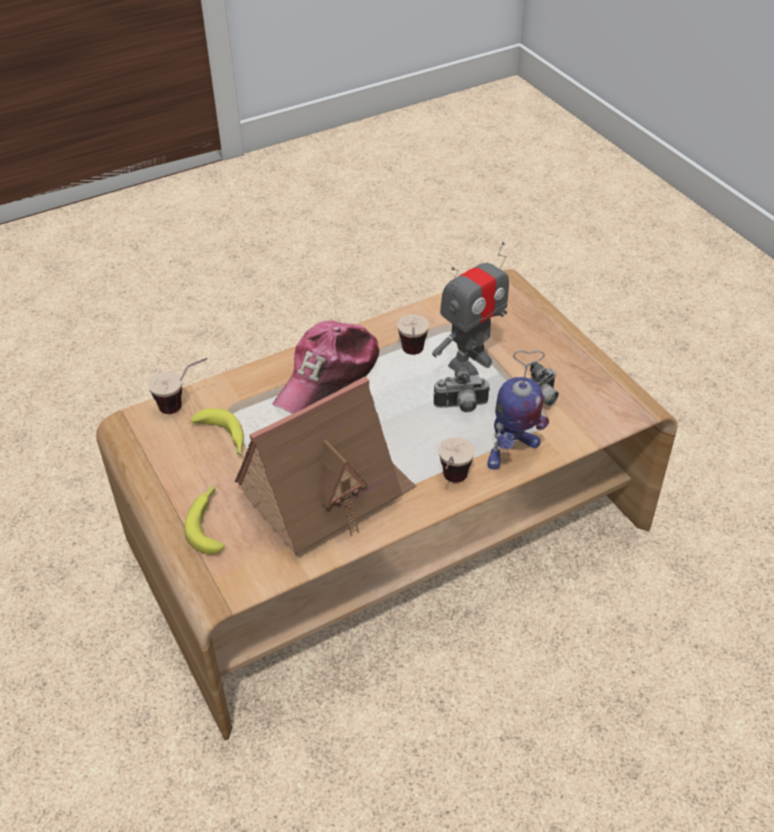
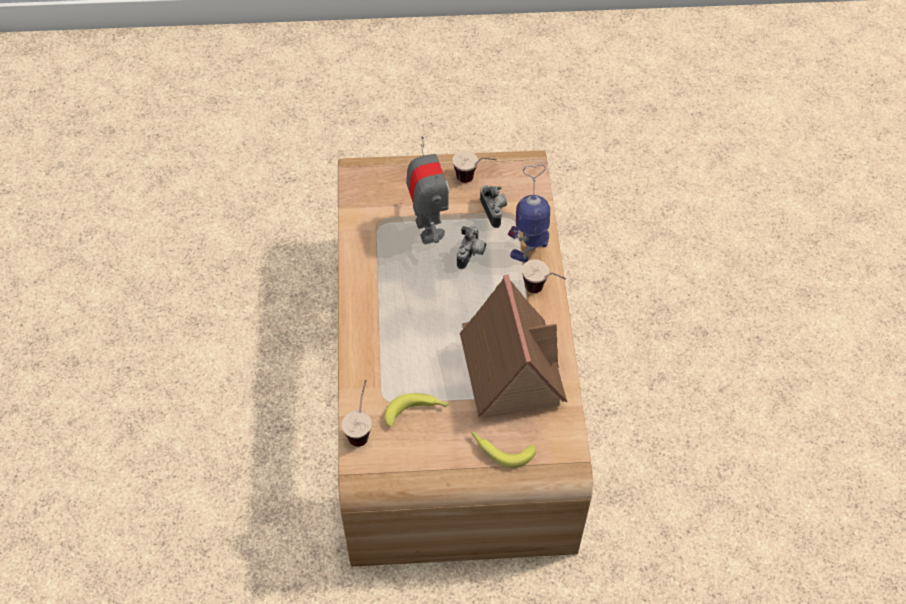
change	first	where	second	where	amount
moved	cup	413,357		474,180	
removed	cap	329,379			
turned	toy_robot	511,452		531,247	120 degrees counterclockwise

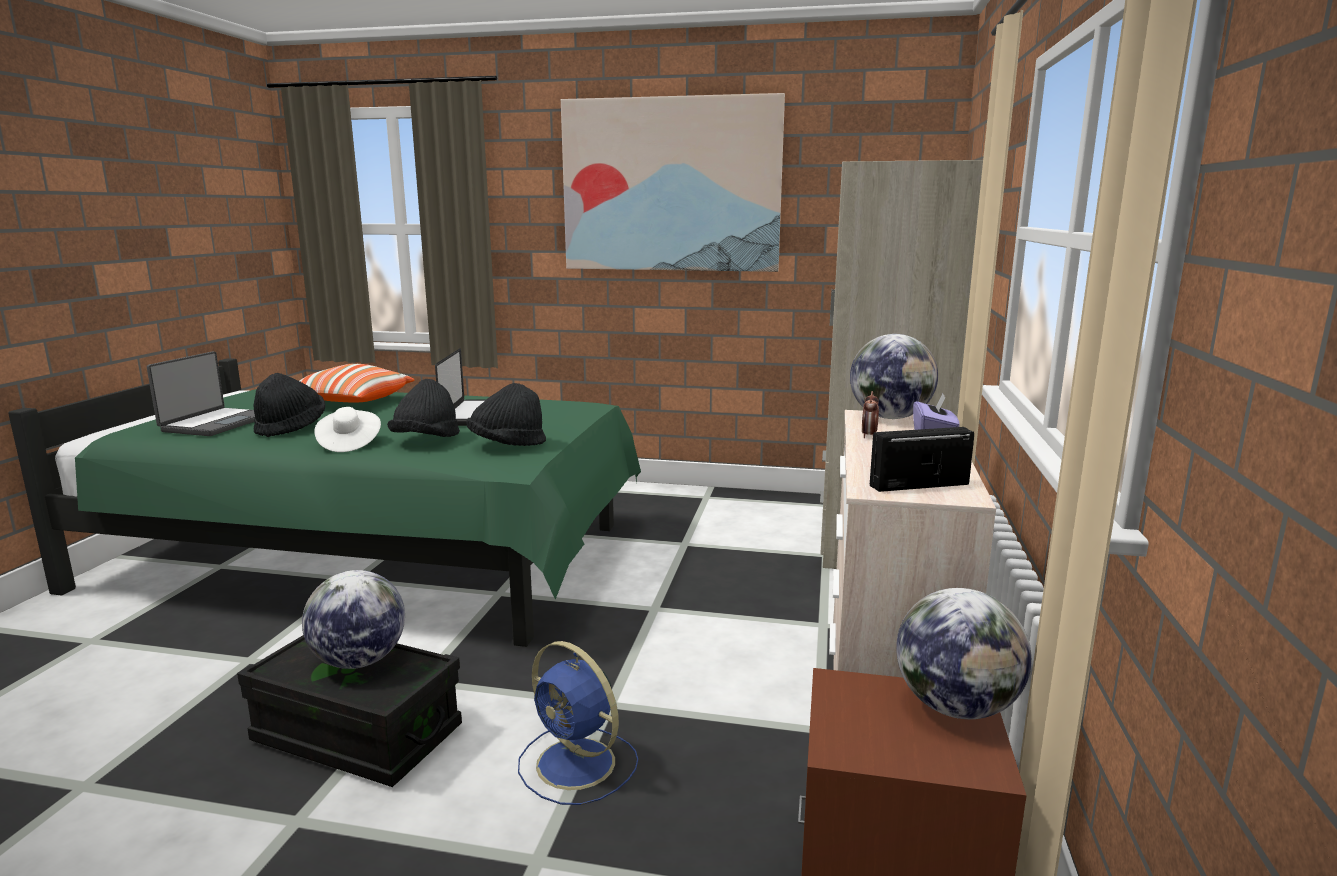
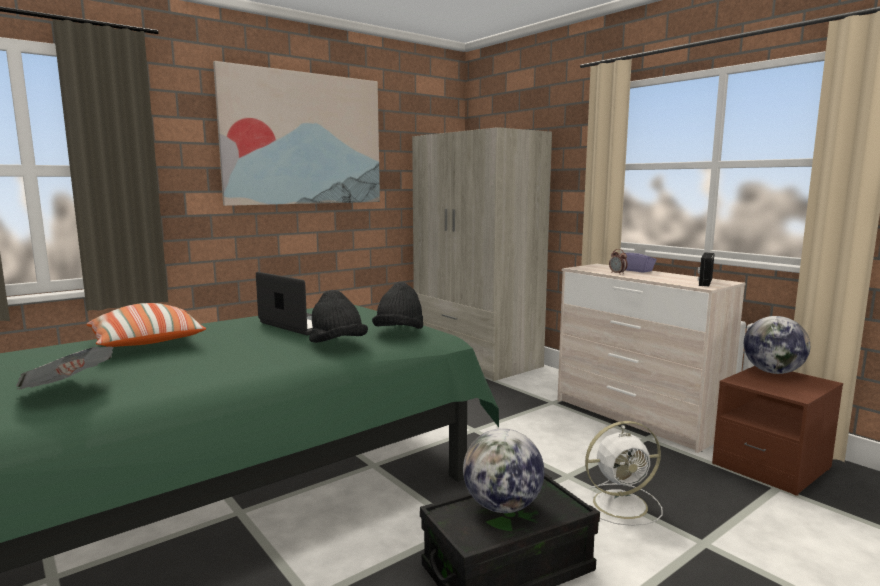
change	first	where	second	where	amount
removed	globe	890,417			
replaced	laptop	215,423	newspaper	68,391	
removed	black_hat	291,428			
removed	white_hat	349,444			
recoloured	blue_fan	578,765	white_fan	622,504	

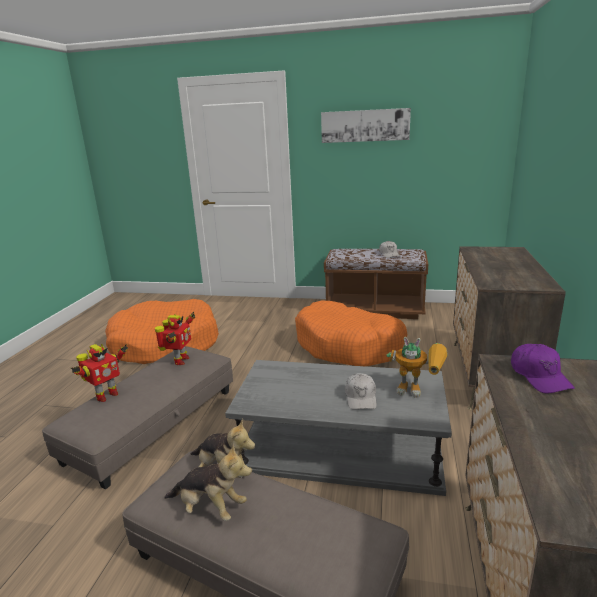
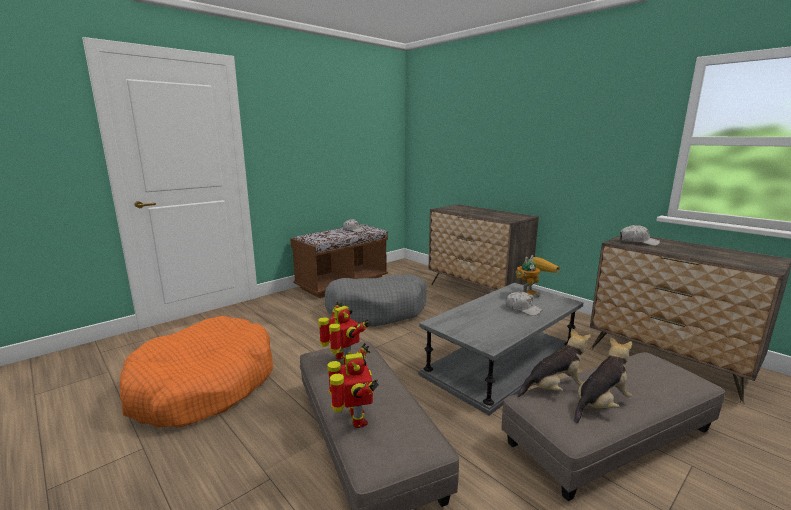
change	first	where	second	where	amount
removed	picture	365,125			
recoloured	orange_dog_bed	349,346	grey_dog_bed	377,310	
recoloured	purple_cap	539,376	white_cap	638,242	

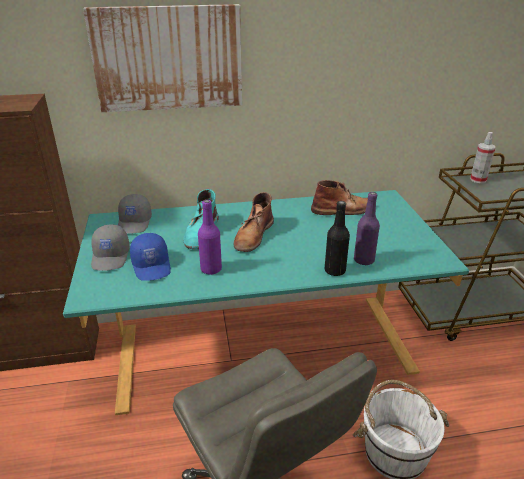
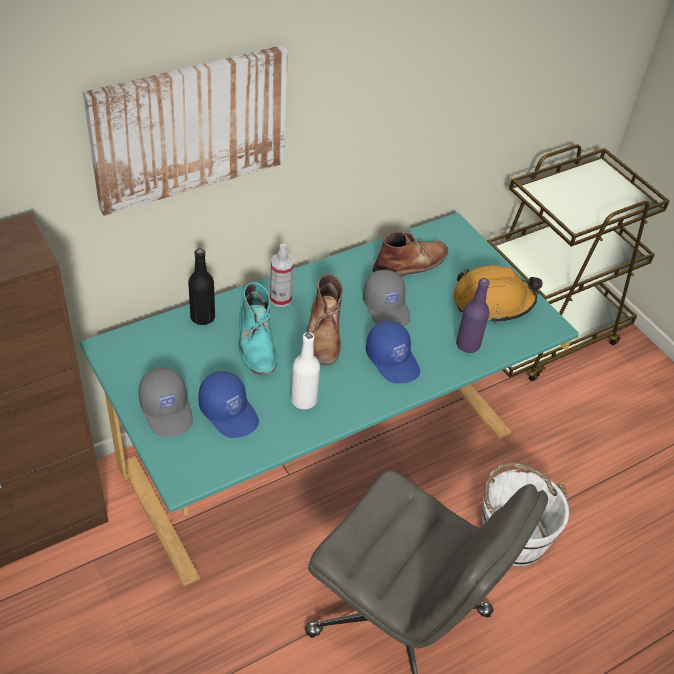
change	first	where	second	where	amount
moved	spray_bottle	478,180		280,299	
moved	grey_cap	135,223		387,307	
recoloured	purple_bottle	211,269	white_bottle	303,400	
moved	black_bottle	335,271		202,317	
added			orange_hard_hat	492,301	
added			blue_cap	393,360	

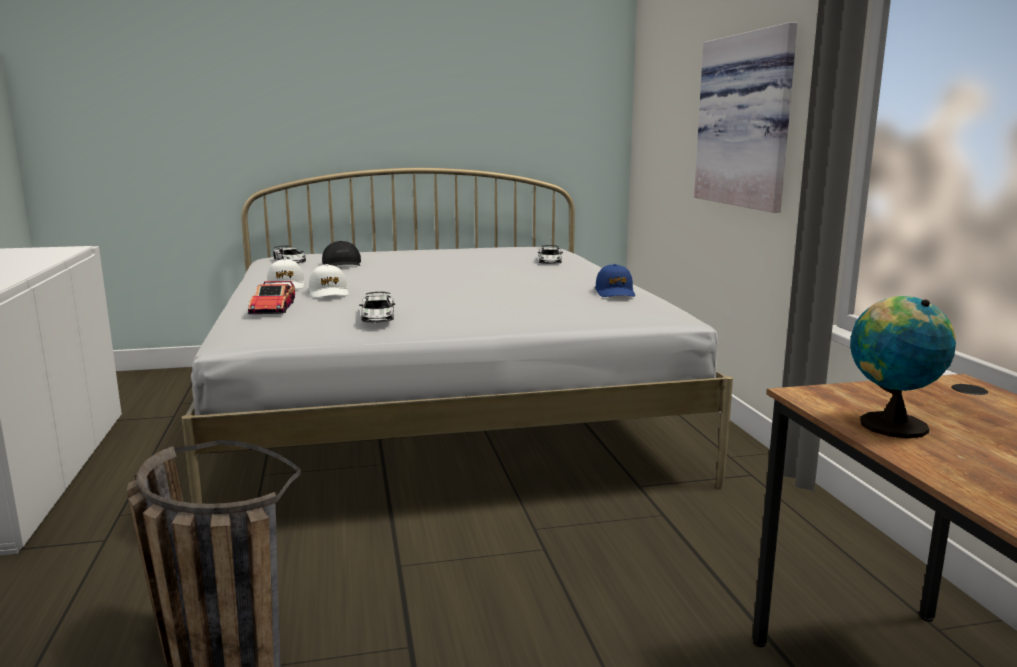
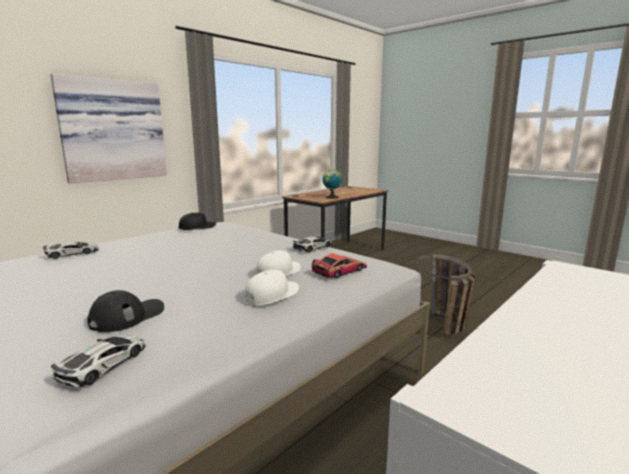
change	first	where	second	where	amount
recoloured	blue_cap	615,292	black_cap	197,227	

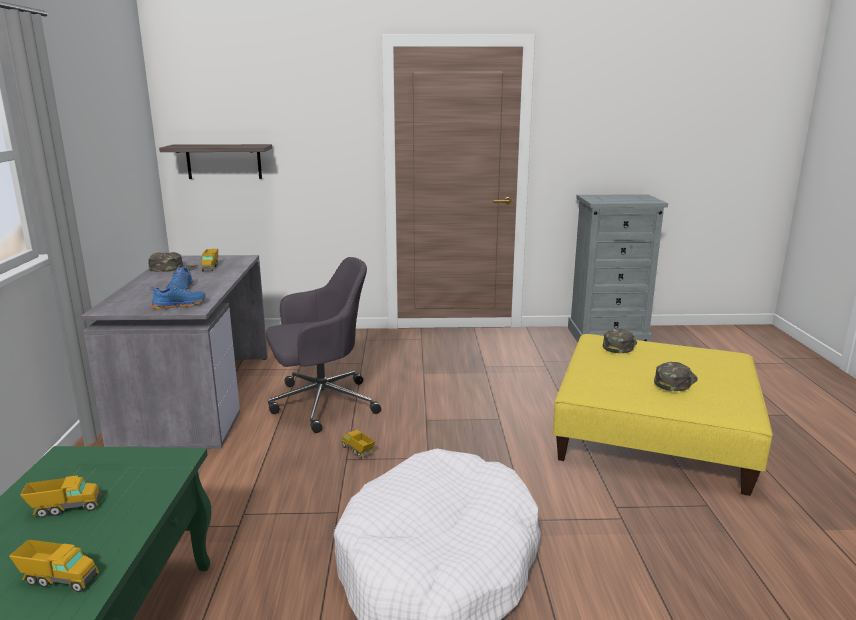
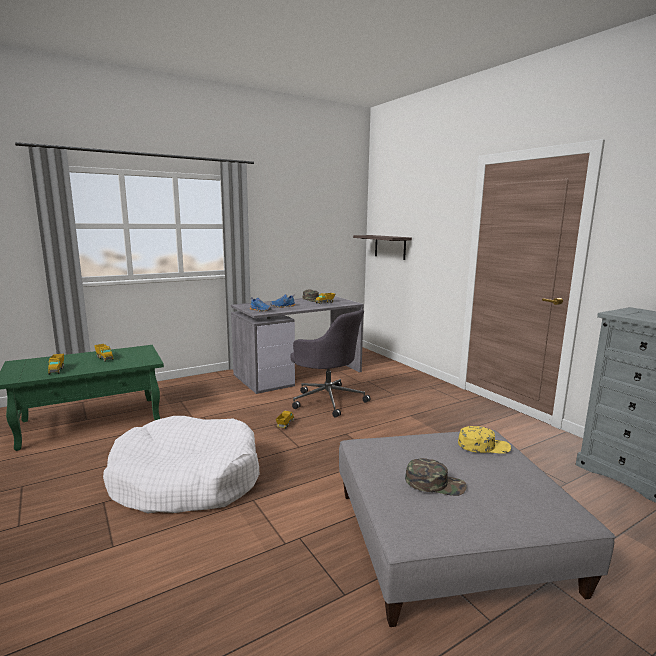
change	first	where	second	where	amount
recoloured	green_cap	619,345	yellow_cap	483,446	
recoloured	yellow_ottoman	653,433	grey_ottoman	448,539	

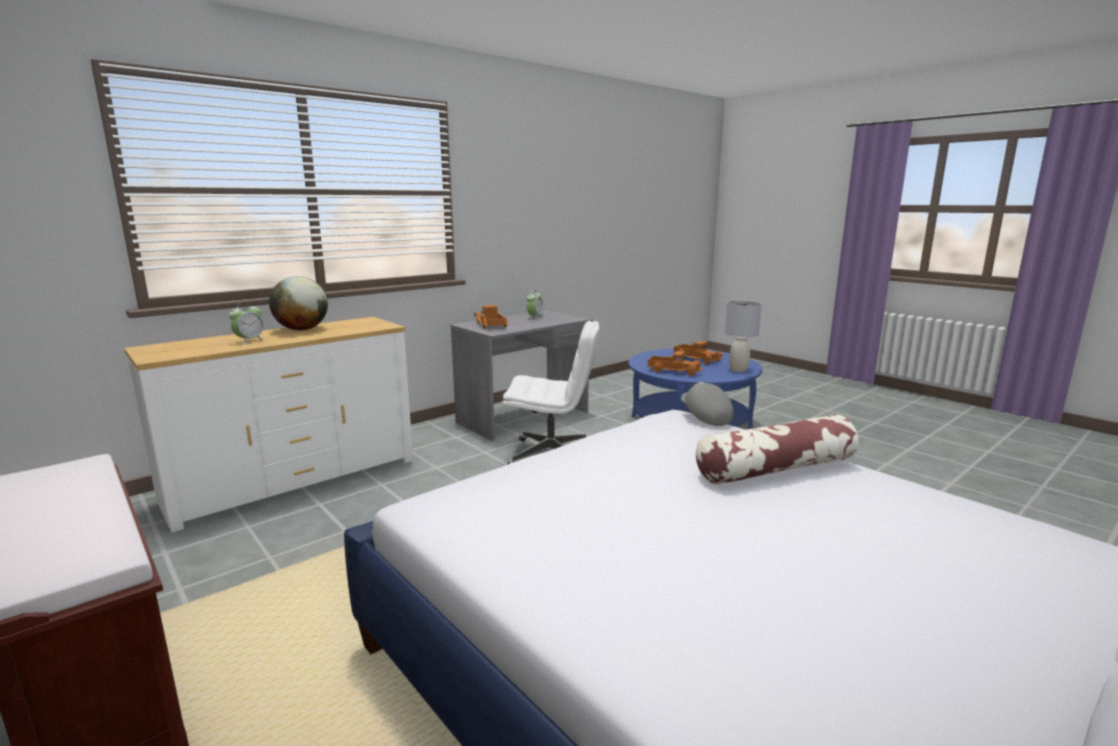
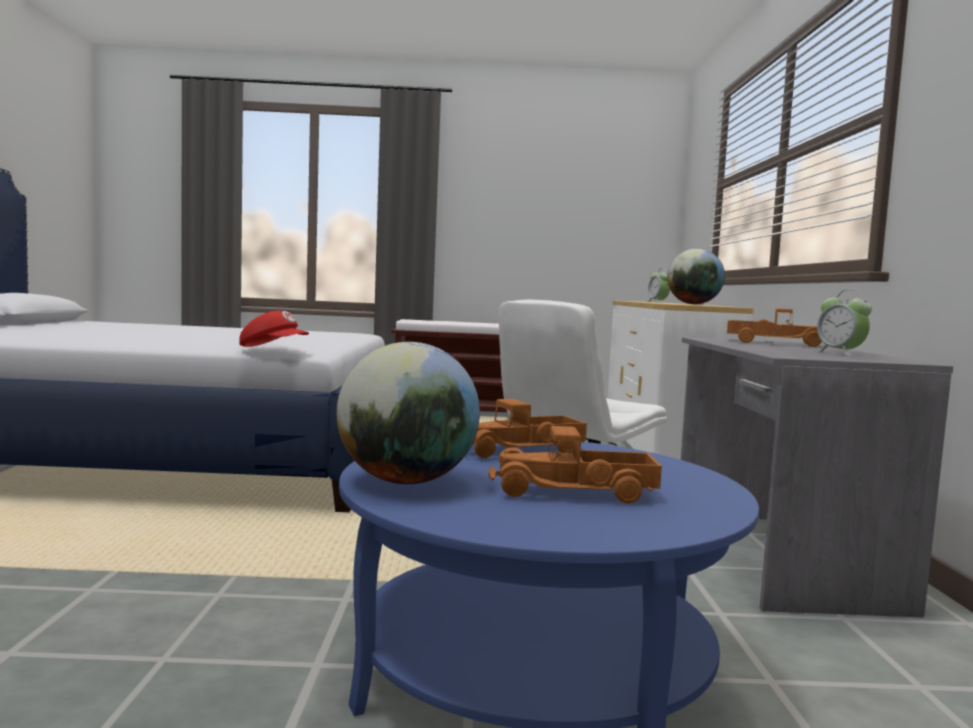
change	first	where	second	where	amount
replaced	grey_table_lamp	738,369	globe	406,481	
recoloured	grey_cap	704,416	red_cap	274,348	
removed	pillow	775,469			

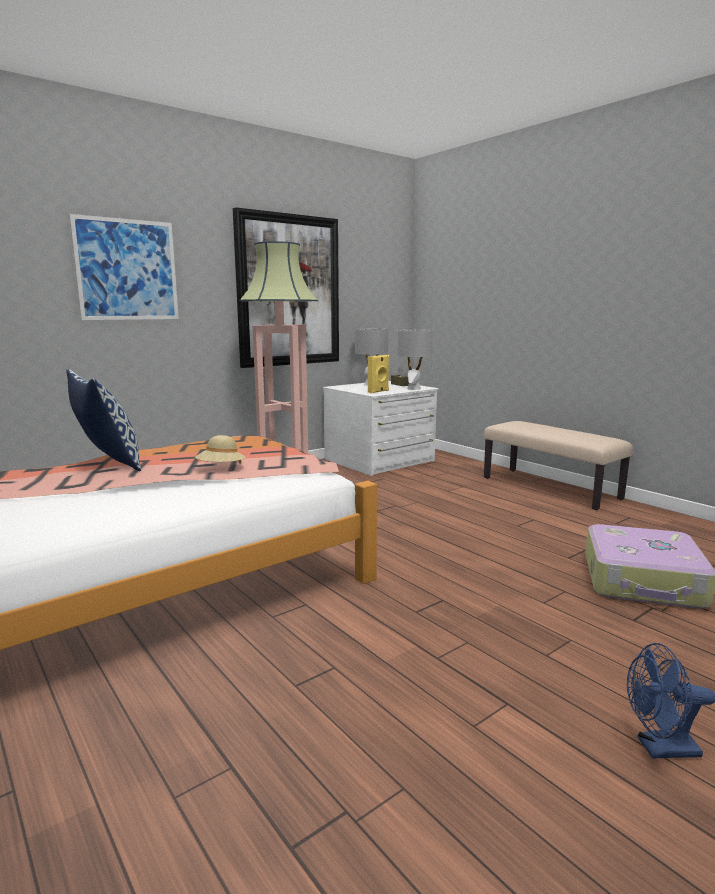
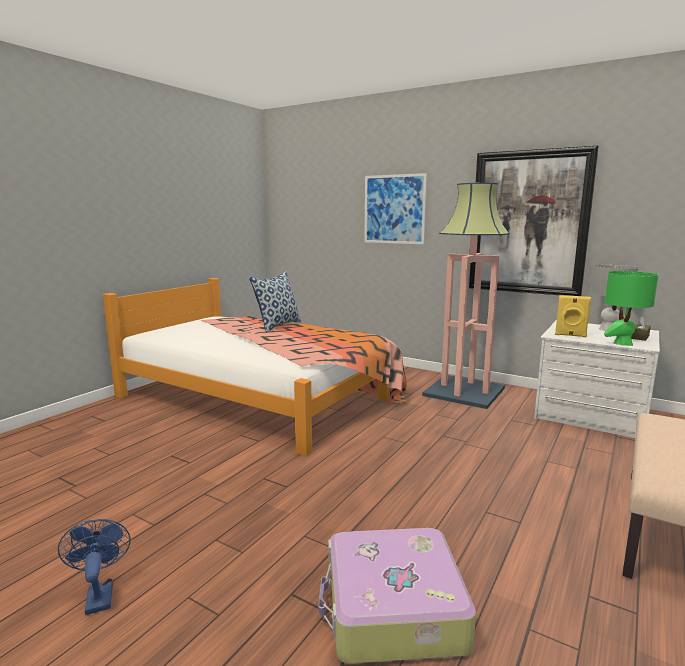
change	first	where	second	where	amount
recoloured	grey_table_lamp	413,389	green_table_lamp	622,343	
removed	beige_hat	221,469			

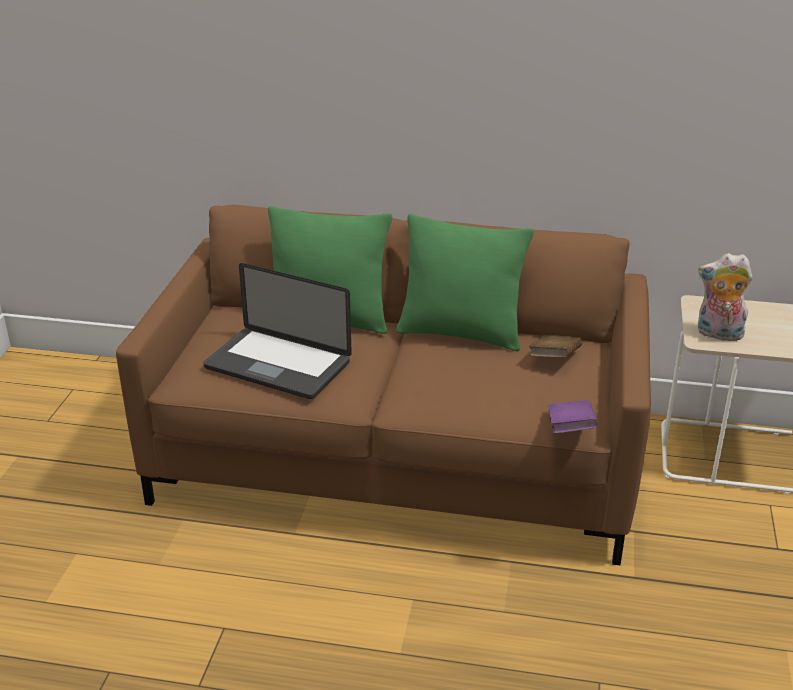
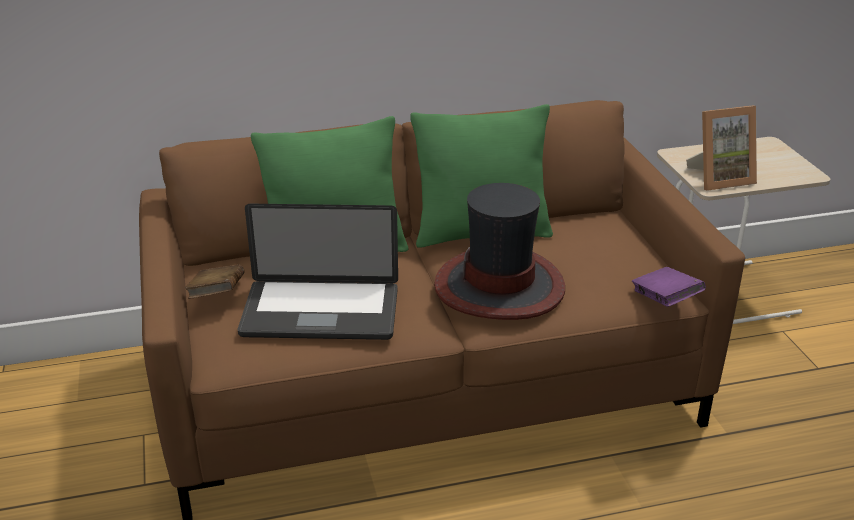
change	first	where	second	where	amount
replaced	plush_toy	718,334	picture_frame	719,178	
moved	brown_book	554,359		217,295	
added			hat	500,286	

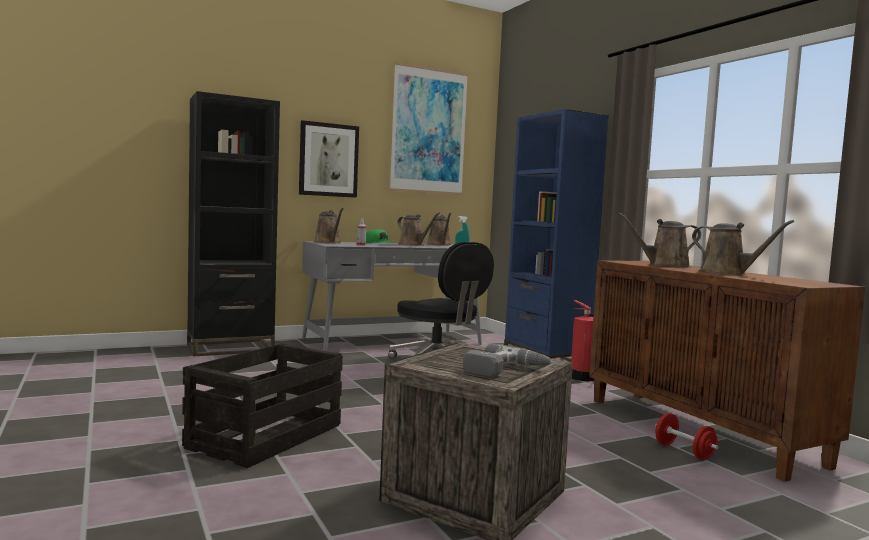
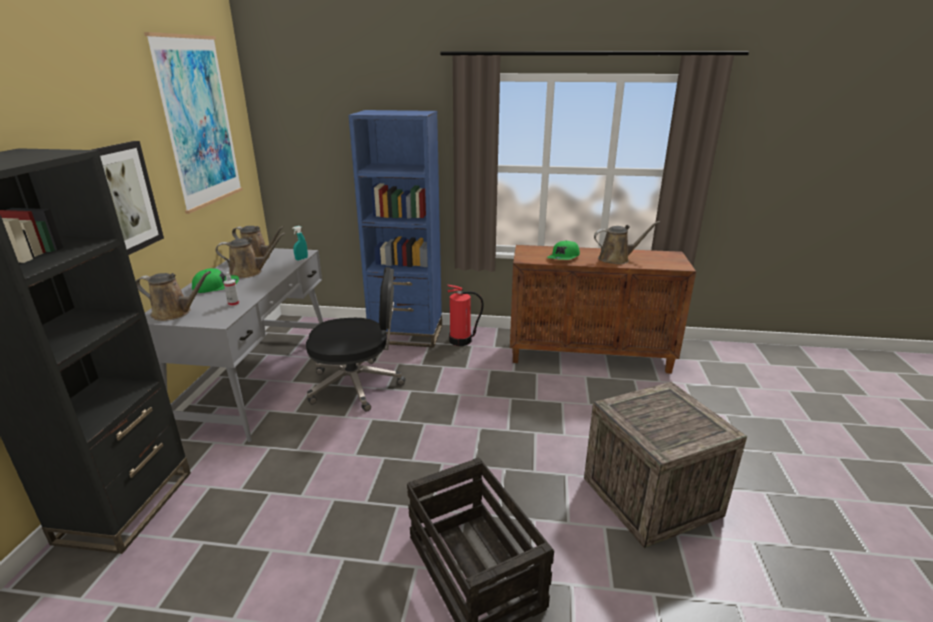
change	first	where	second	where	amount
replaced	brown_watering_can	664,266	green_cap	564,257	
removed	power_drill	506,370			
removed	red_dumbbell	684,451			

